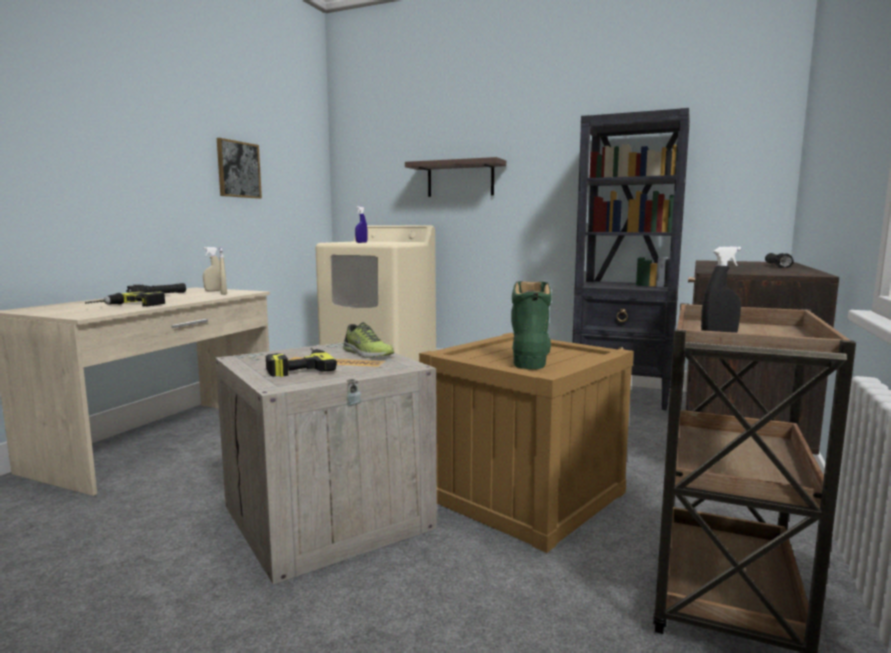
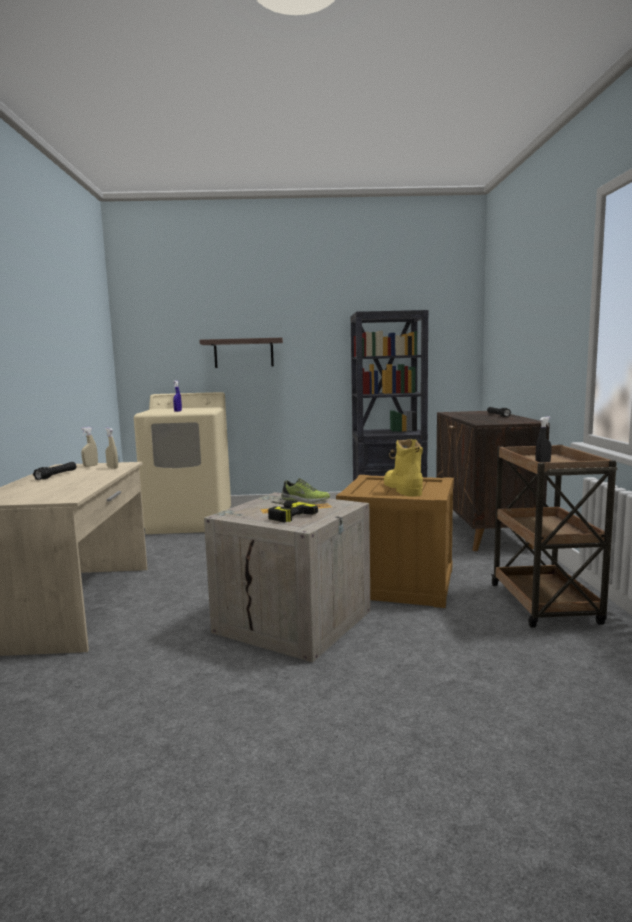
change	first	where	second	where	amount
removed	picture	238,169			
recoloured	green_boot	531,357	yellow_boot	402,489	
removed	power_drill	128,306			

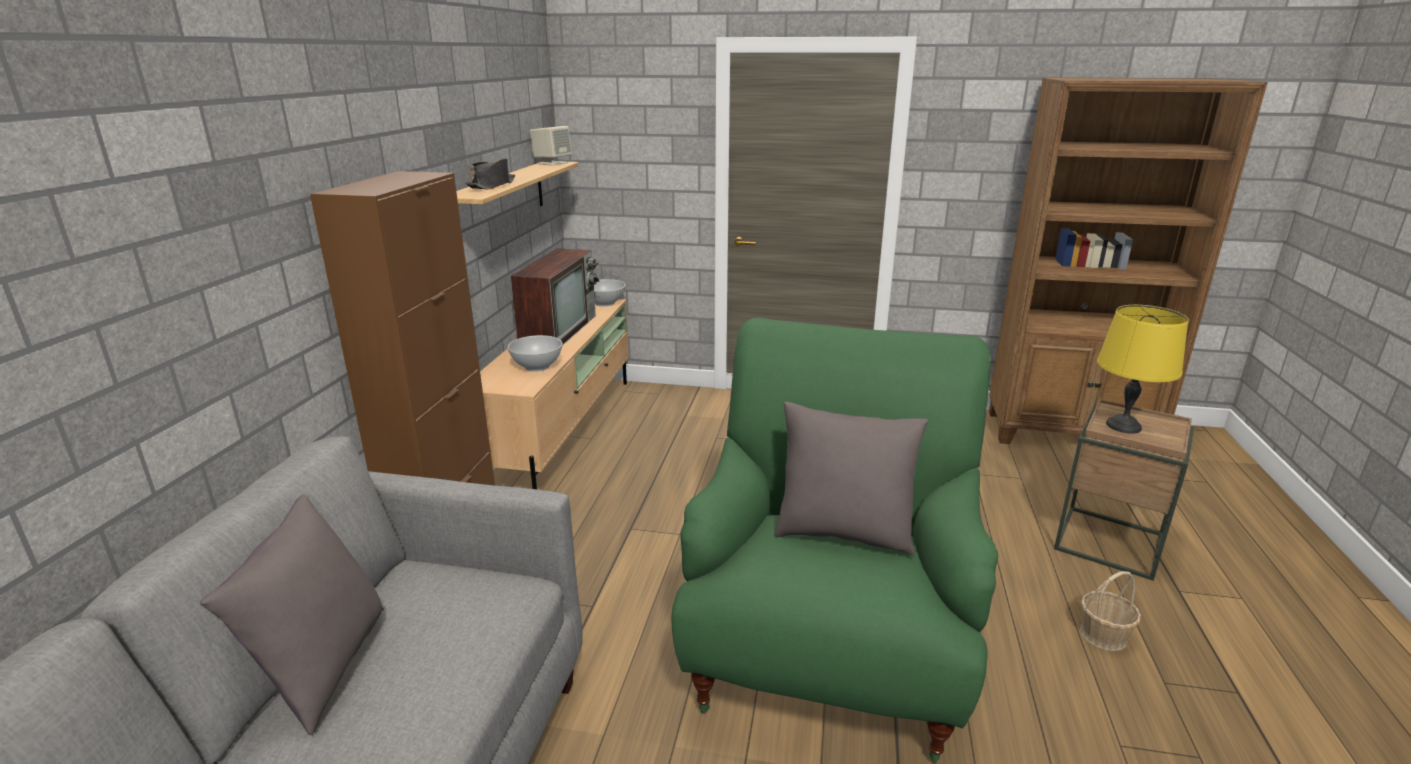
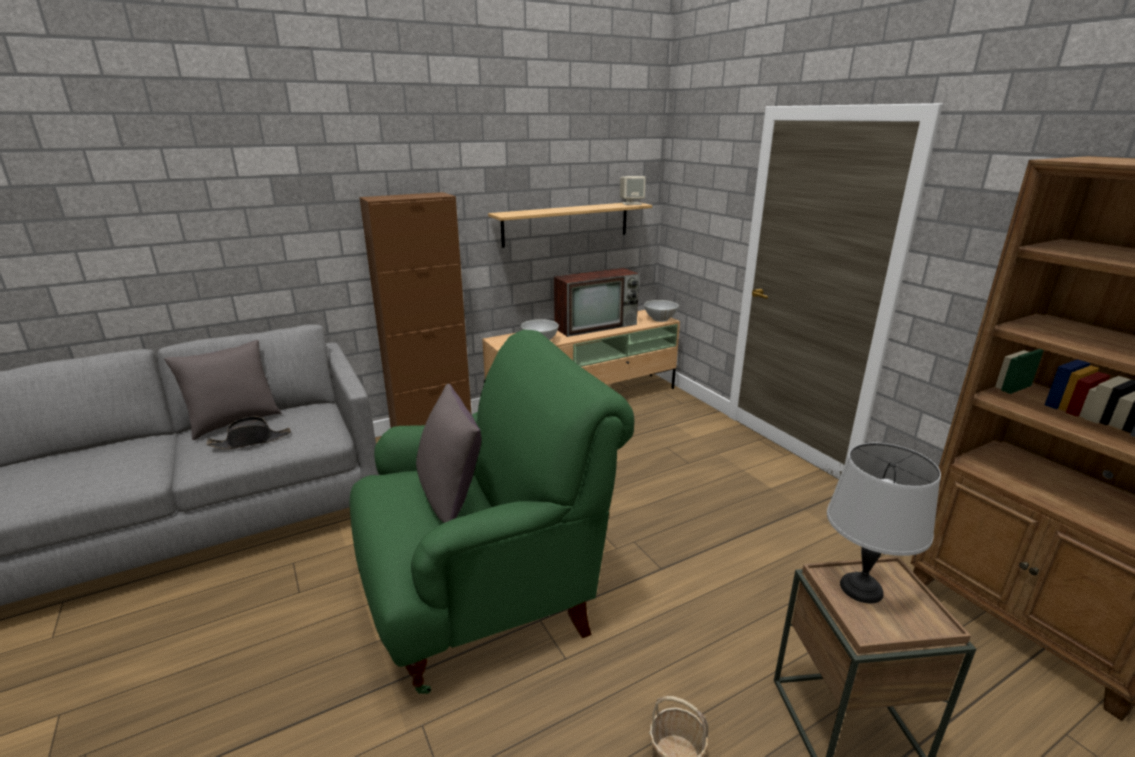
change	first	where	second	where	amount
moved	black_hat	492,185		251,441	
recoloured	yellow_table_lamp	1122,426	grey_table_lamp	860,588	

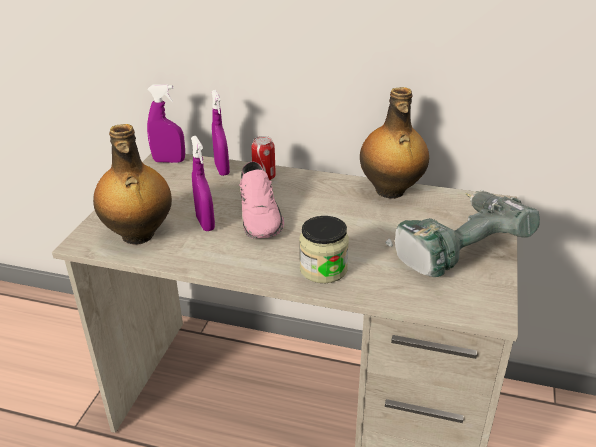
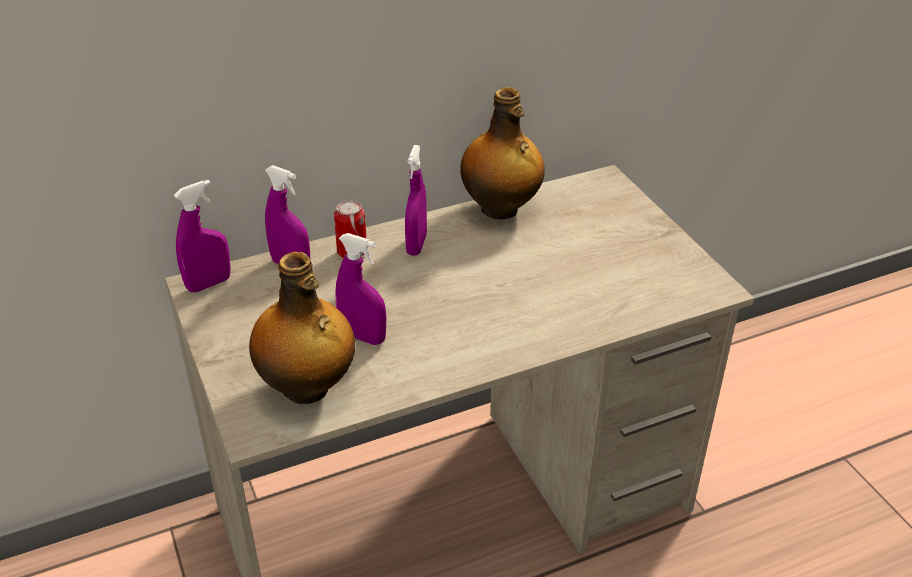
change	first	where	second	where	amount
removed	pink_shoe	261,216			
removed	power_drill	454,249			
removed	jar	323,269			
added			purple_spray_bottle	416,245	

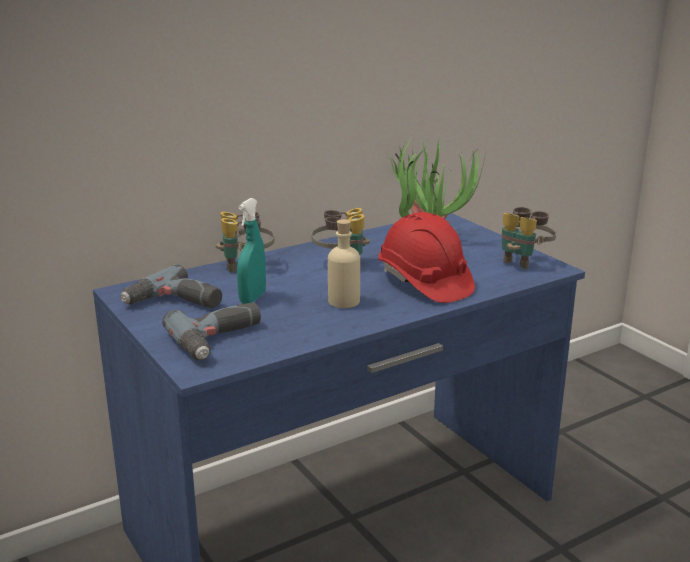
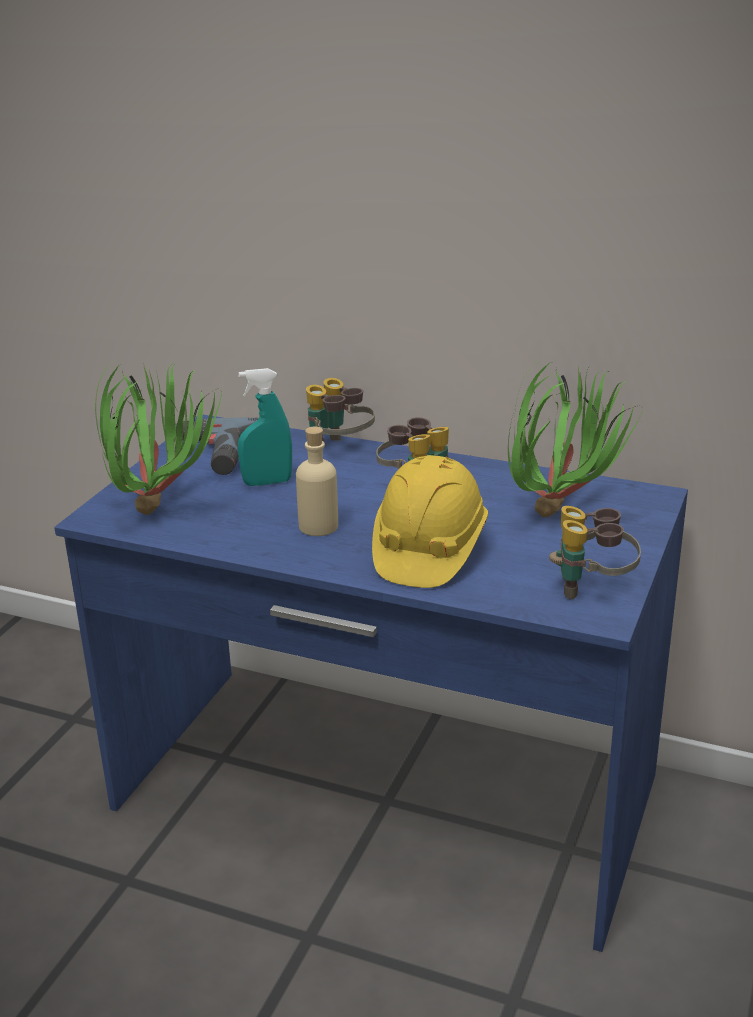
change	first	where	second	where	amount
recoloured	red_hard_hat	424,283	yellow_hard_hat	428,551	
replaced	power_drill	221,340	potted_plant	161,505	

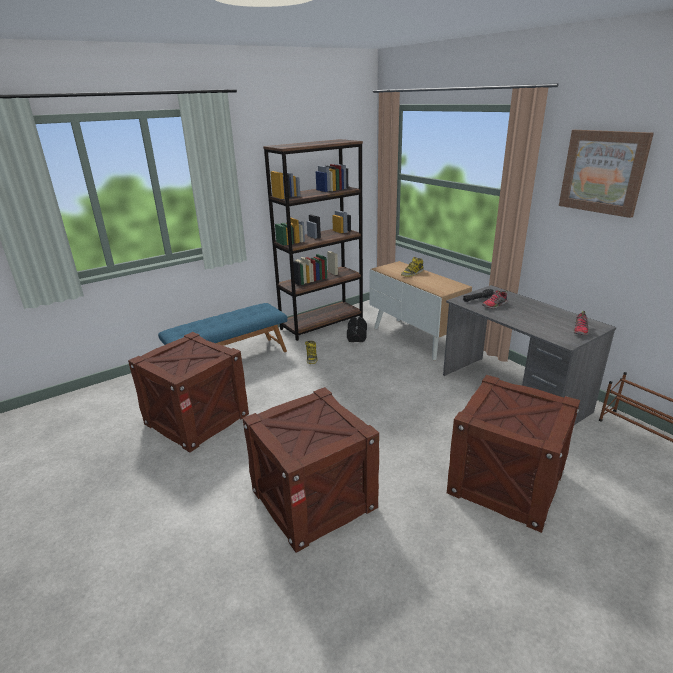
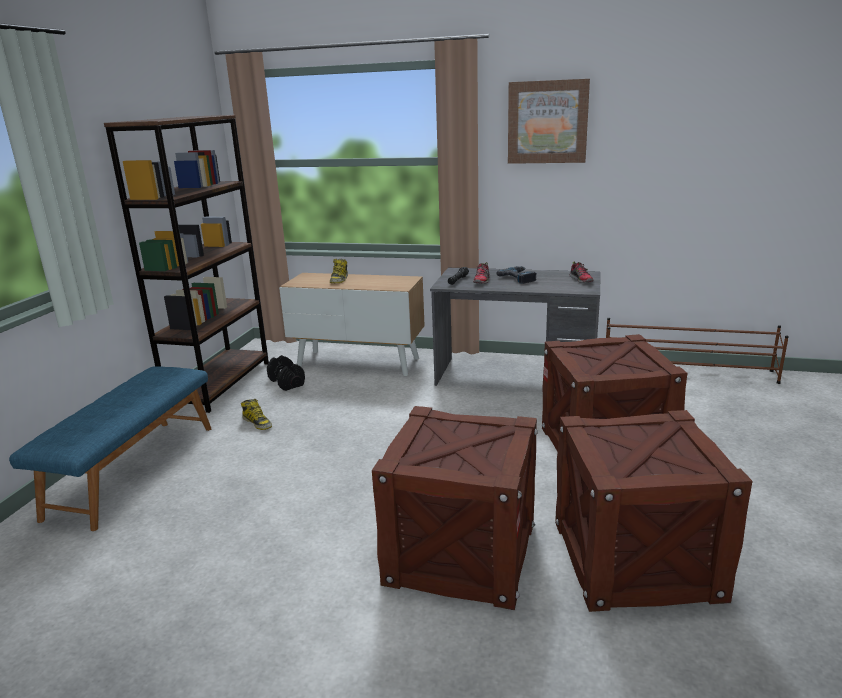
change	first	where	second	where	amount
moved	crate	196,419		634,559	
added			power_drill	520,278	

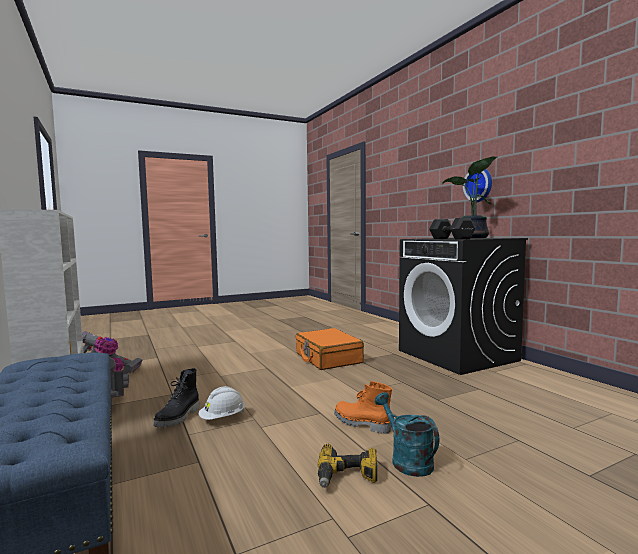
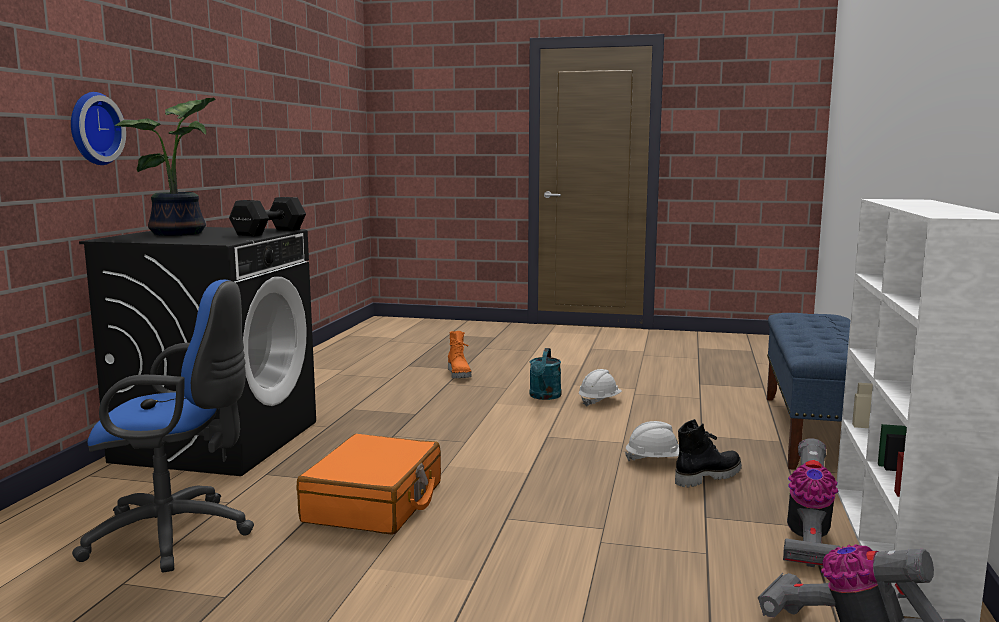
change	first	where	second	where	amount
moved	orange_boot	361,424		459,374	
replaced	power_drill	347,477	white_hard_hat	599,401	
added			blue_office_chair	178,535	

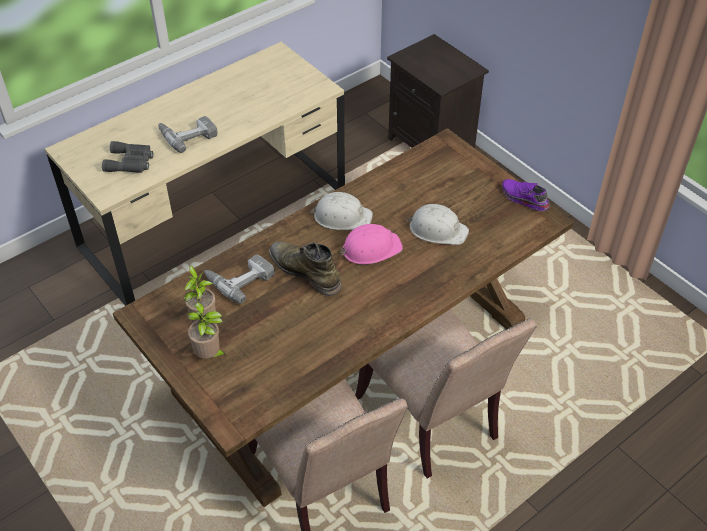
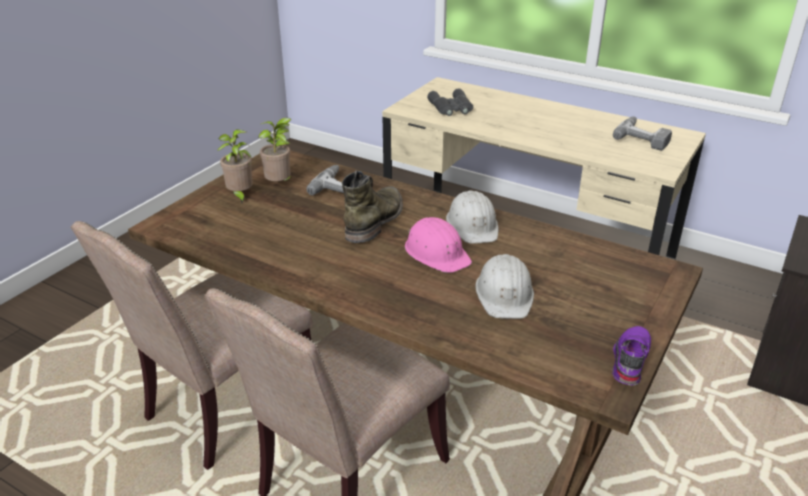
change	first	where	second	where	amount
moved	power_drill	187,135		643,137	

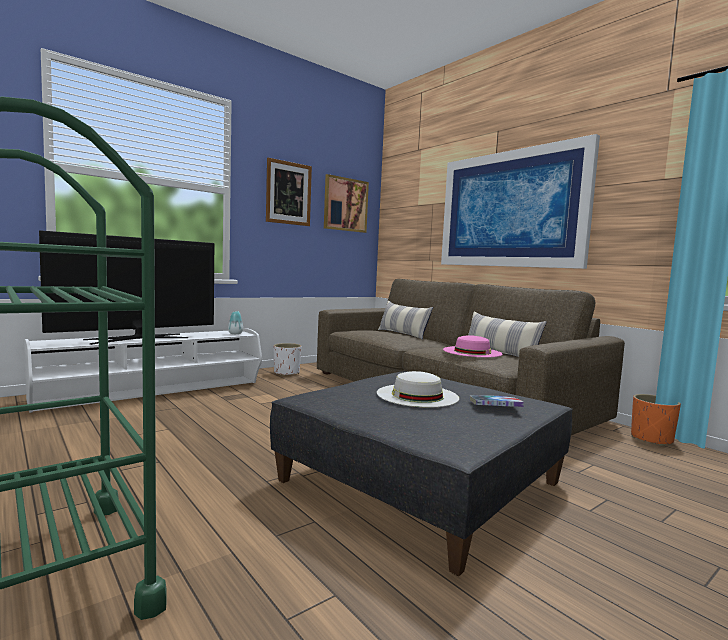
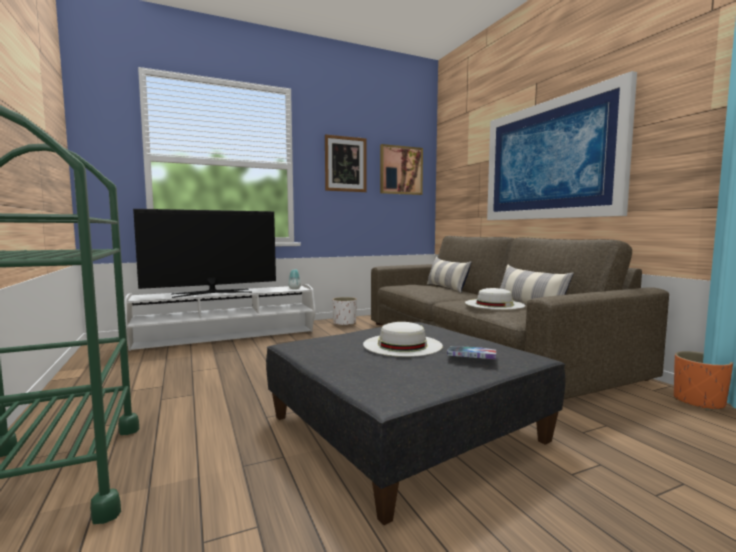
change	first	where	second	where	amount
recoloured	pink_hat	472,352	white_hat	494,304	

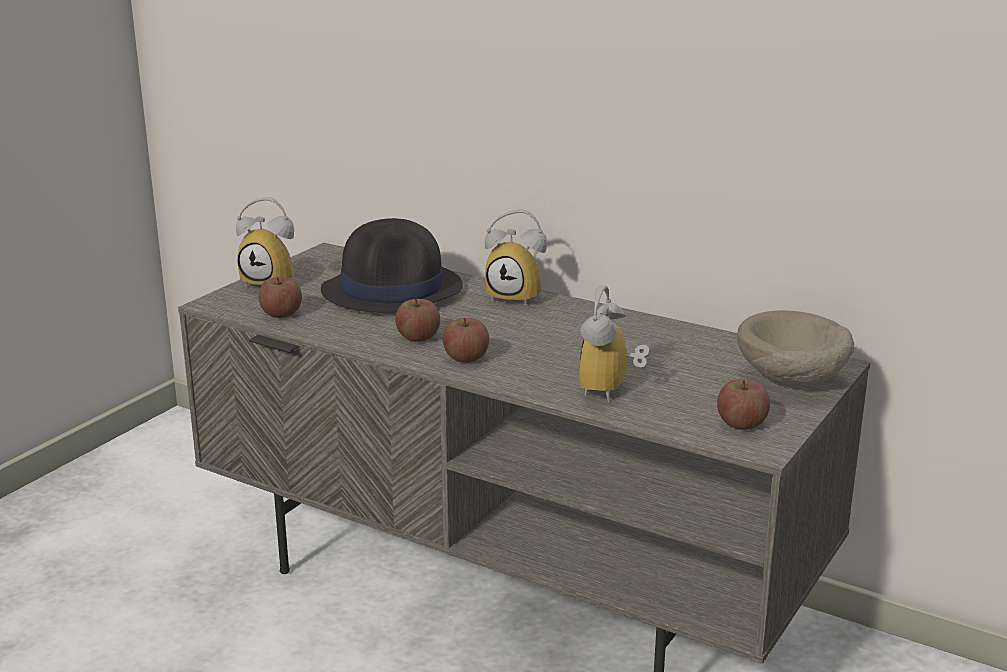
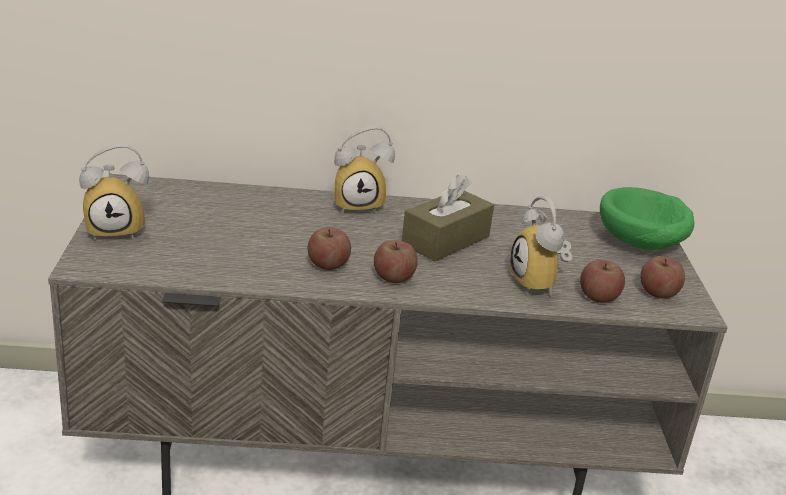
change	first	where	second	where	amount
removed	black_hat	393,290			
moved	apple	281,313		598,297	
recoloured	beige_bowl	790,381	green_bowl	640,245	
added			brown_tissue_box	445,240	

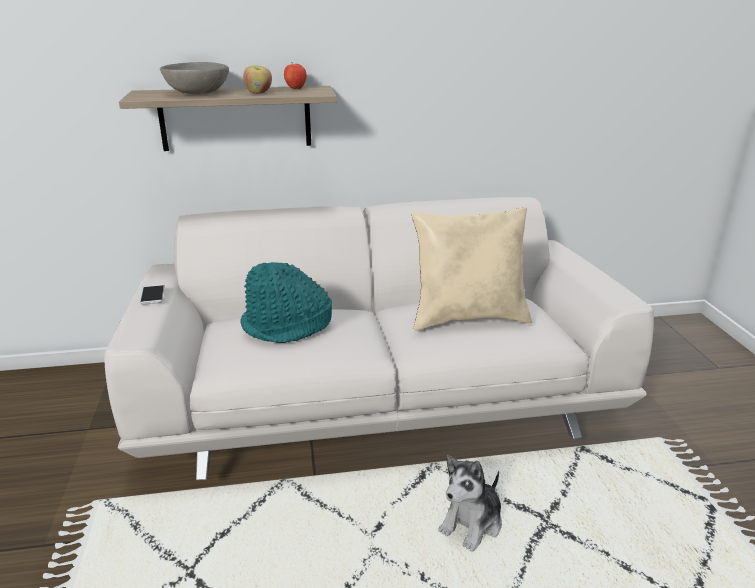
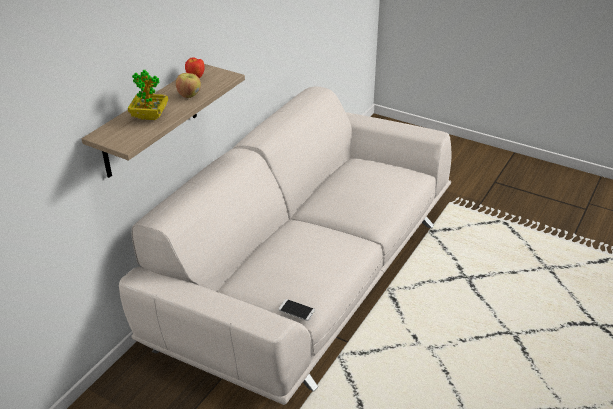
change	first	where	second	where	amount
replaced	grey_bowl	198,93	potted_plant	150,116	
removed	beige_pillow	468,317			
removed	turquoise_hat	287,326			
moved	phone	152,295		296,310	
removed	plush_toy	472,523			

